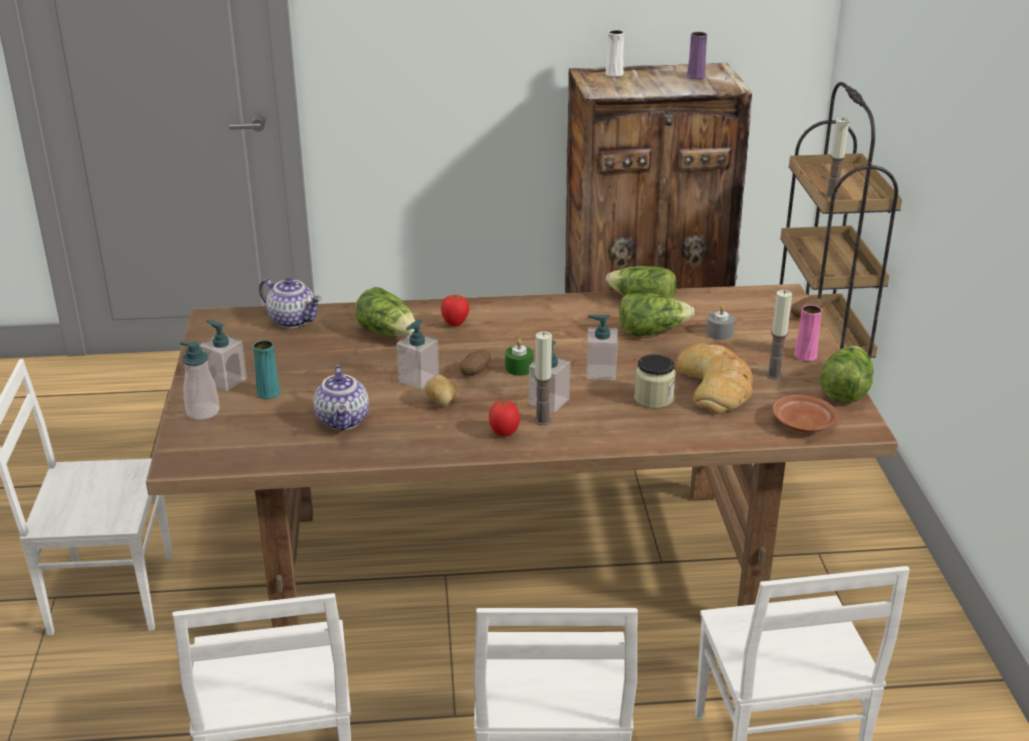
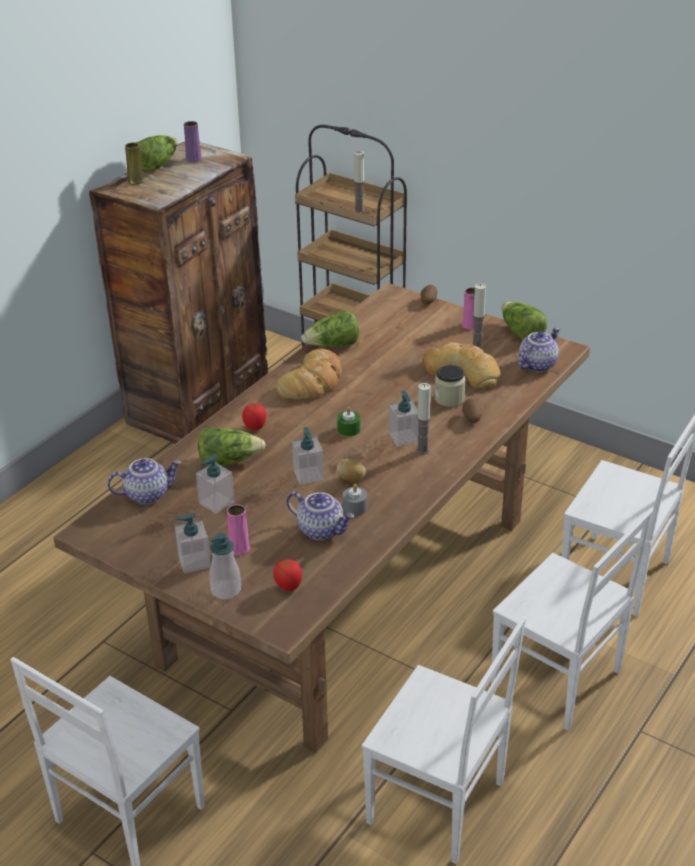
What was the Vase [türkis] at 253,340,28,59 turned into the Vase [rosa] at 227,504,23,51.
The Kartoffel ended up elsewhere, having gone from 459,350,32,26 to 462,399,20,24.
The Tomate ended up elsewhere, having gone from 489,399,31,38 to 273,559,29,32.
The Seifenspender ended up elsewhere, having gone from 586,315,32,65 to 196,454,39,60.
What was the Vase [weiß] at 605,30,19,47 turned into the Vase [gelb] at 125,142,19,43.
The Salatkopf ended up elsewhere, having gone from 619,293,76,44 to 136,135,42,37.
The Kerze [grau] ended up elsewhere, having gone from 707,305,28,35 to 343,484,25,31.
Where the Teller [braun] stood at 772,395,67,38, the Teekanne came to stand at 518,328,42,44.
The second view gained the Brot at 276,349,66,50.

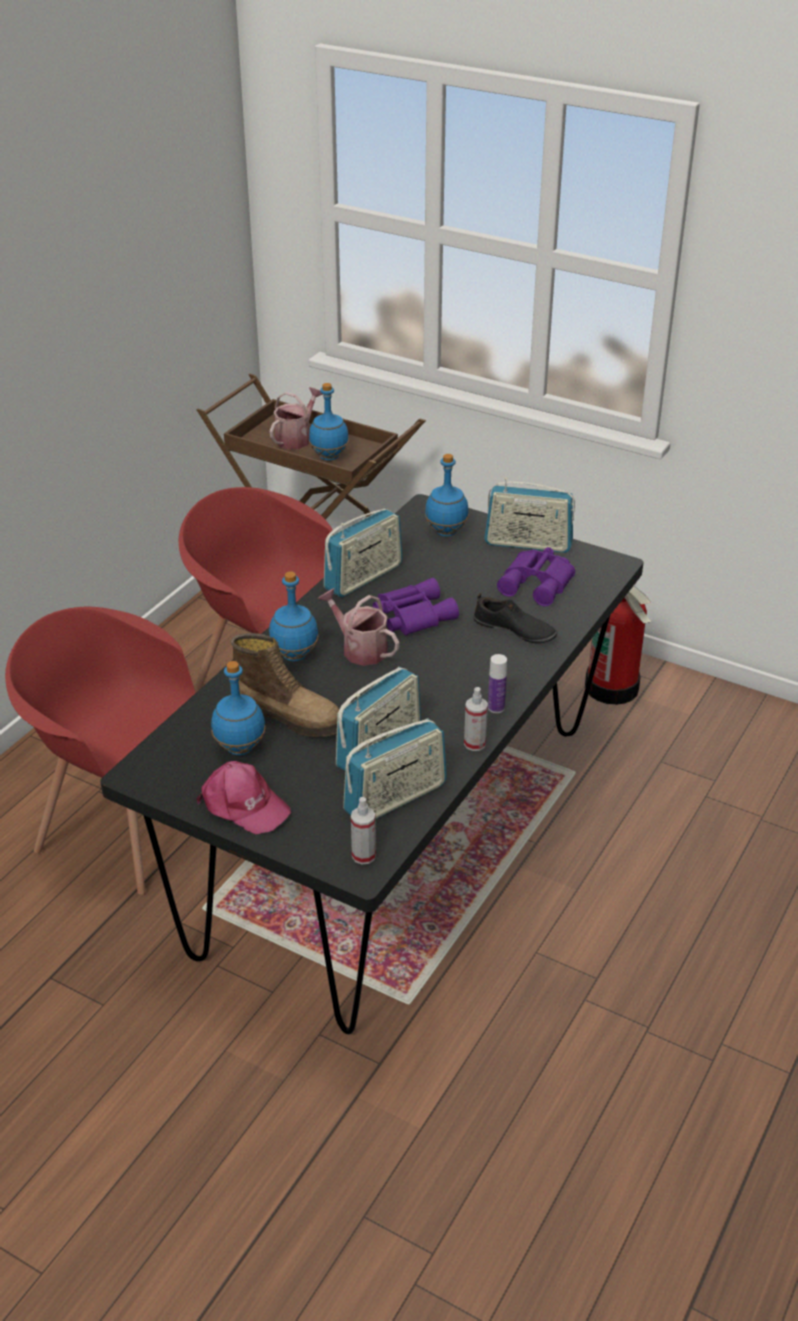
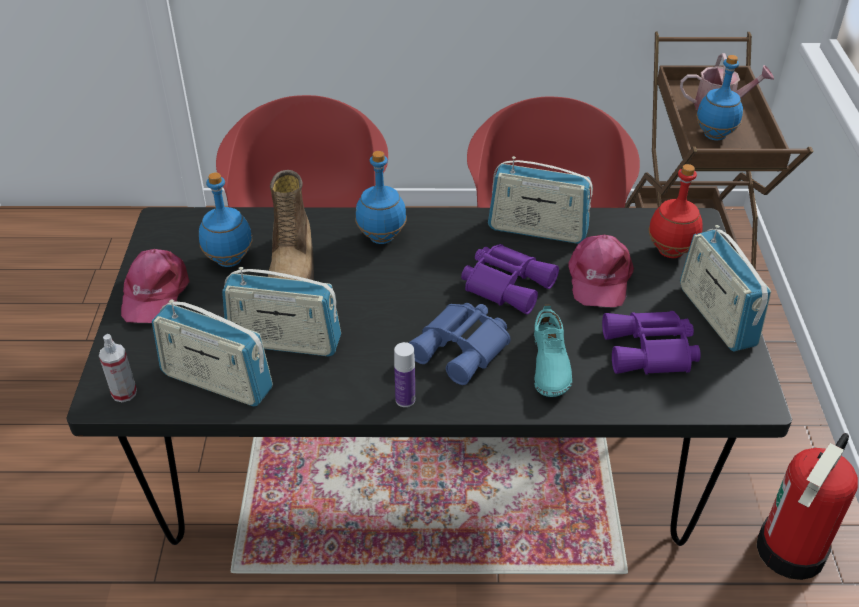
The second view lost the Gießkanne at 318,588,81,78.
What was the Flasche [blau] at 425,454,44,83 turned into the Flasche [rot] at 649,164,54,94.
The second view lost the Sprühflasche at 464,687,24,64.
What was the Schuh [schwarz] at 474,593,83,50 turned into the Schuh [türkis] at 534,304,38,93.
The second view gained the Fernglas [blau] at 409,303,101,82.
The second view gained the Kappe [rosa] at 568,235,66,72.

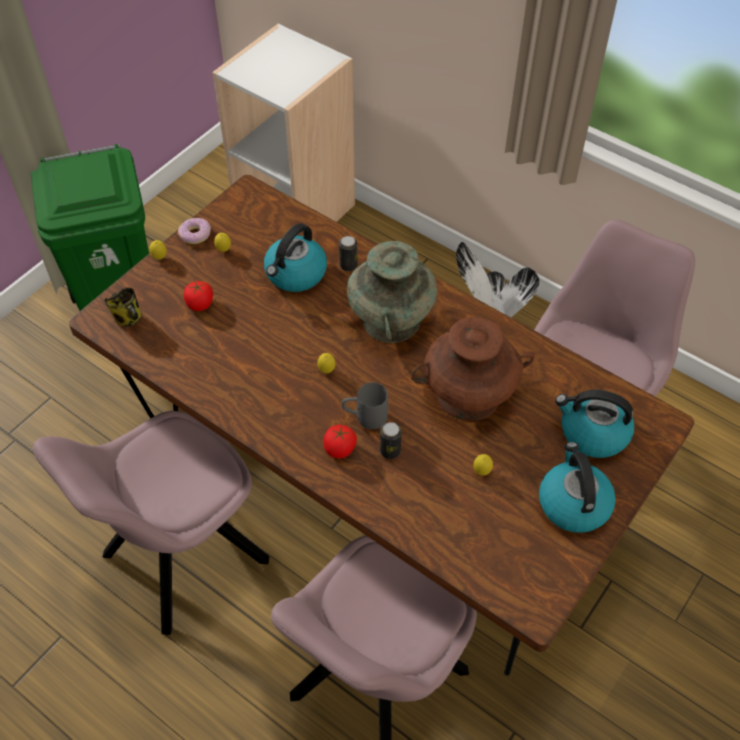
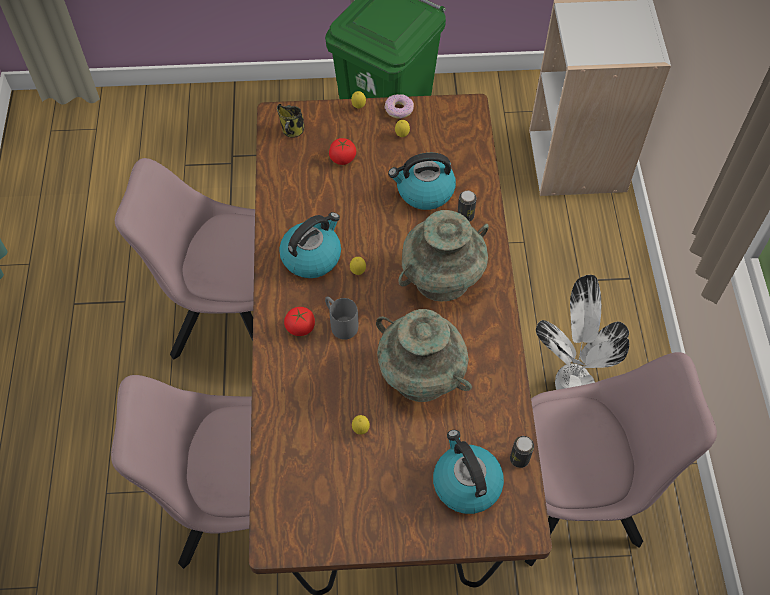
The Dose ended up elsewhere, having gone from 380,422,22,37 to 510,436,24,32.
What was the Vase [braun] at 411,317,124,104 turned into the Vase [türkis] at 376,309,96,93.
The Wasserkessel ended up elsewhere, having gone from 539,442,77,91 to 279,212,62,66.

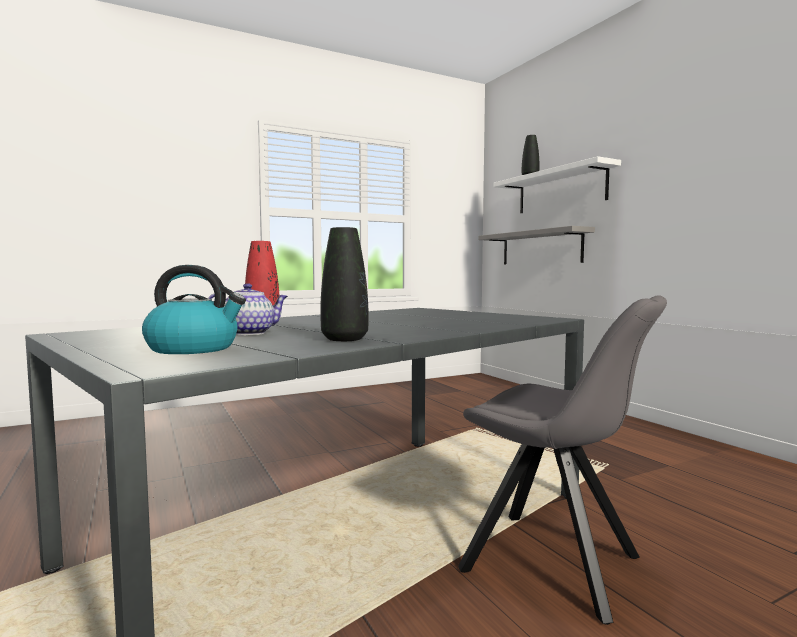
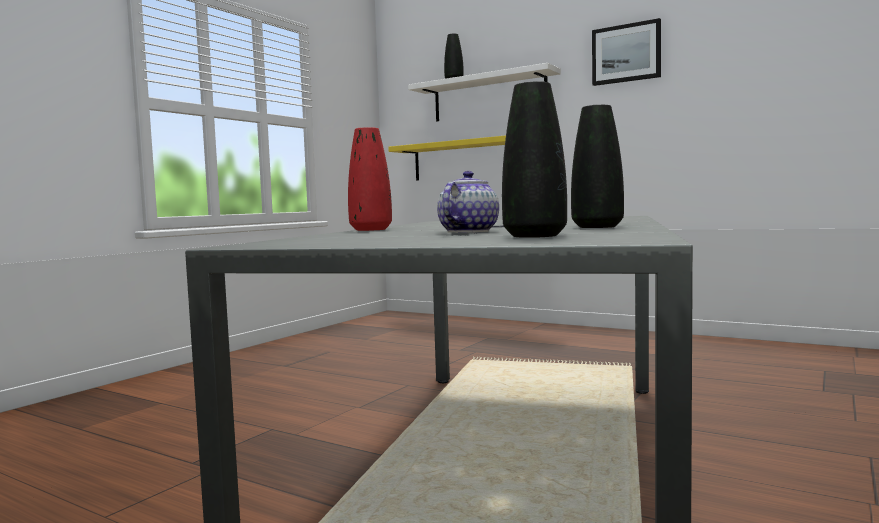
Where the Wasserkessel stood at 142,265,104,89, the Vase [schwarz] came to stand at 502,81,65,157.
The second view lost the Stuhl [grau] at 458,295,209,330.
What was the Wandregal [grau] at 478,226,117,39 turned into the Wandregal [gelb] at 388,135,118,45.
The second view gained the Bild at 592,18,69,68.

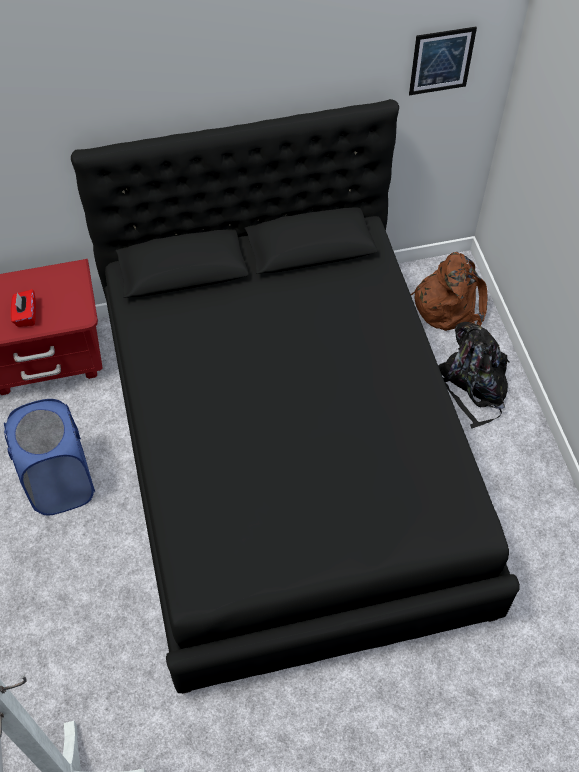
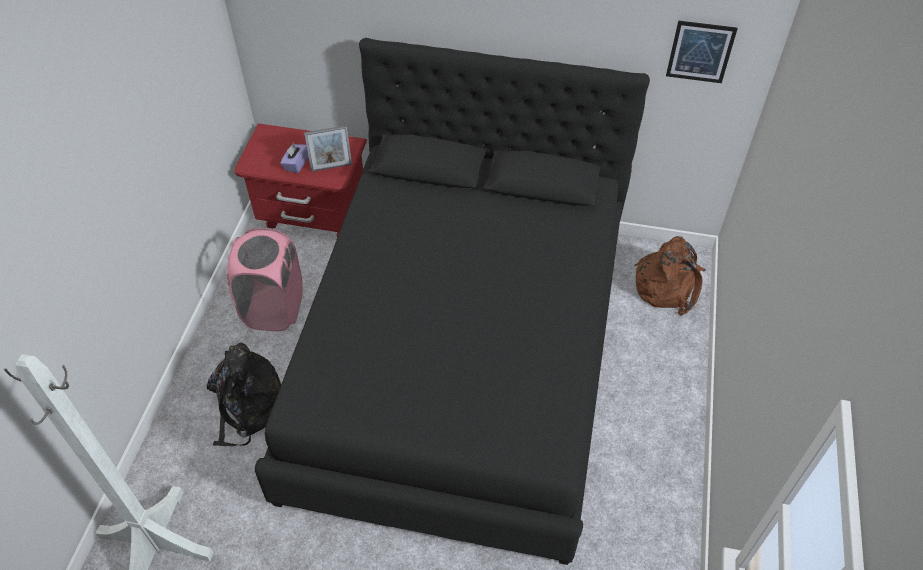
What was the Wäschekorb [blau] at 4,399,91,117 turned into the Wäschekorb [rosa] at 227,228,76,103.
What was the Taschentuchbox [rot] at 11,289,25,38 turned into the Taschentuchbox [lila] at 280,142,28,31.
The Rucksack [schwarz] ended up elsewhere, having gone from 438,322,72,106 to 207,343,74,103.
The second view gained the Bilderrahmen at 304,125,48,47.

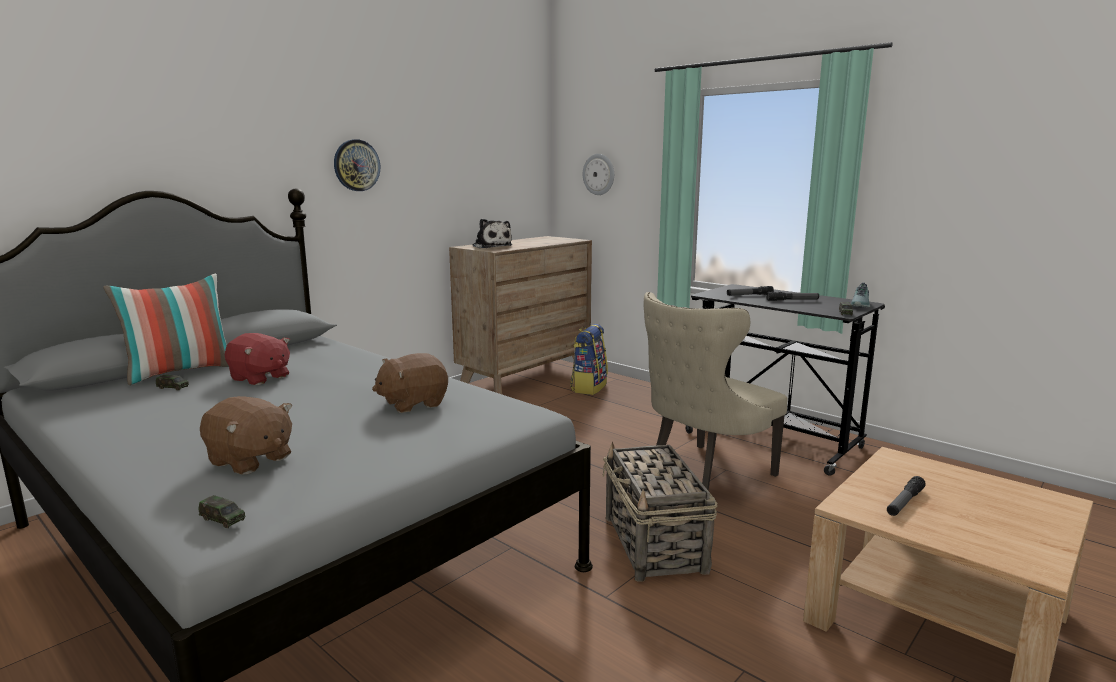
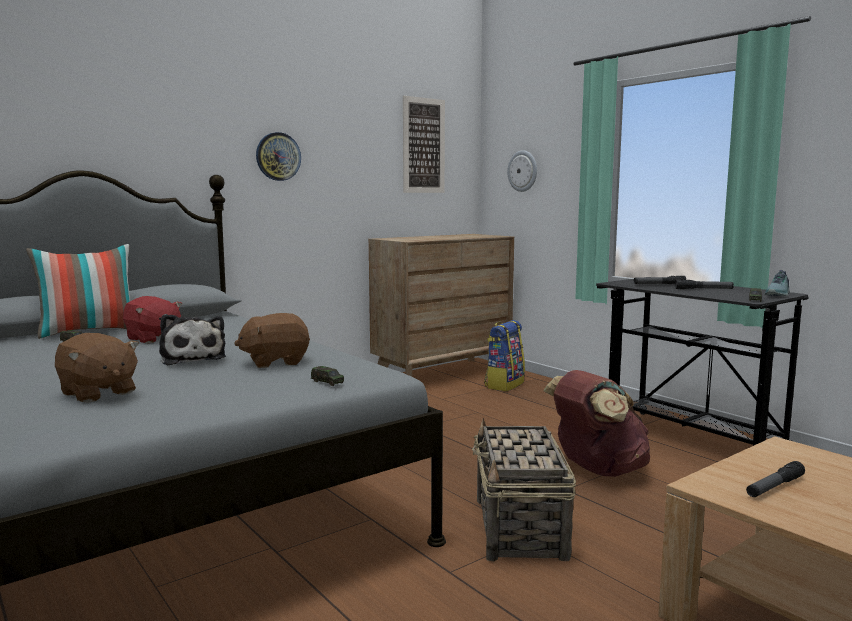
The Spielzeugauto ended up elsewhere, having gone from 198,495,47,33 to 311,366,33,20.
The Plüschtier ended up elsewhere, having gone from 472,218,41,30 to 159,314,67,51.
Where the Stuhl [beige] stood at 644,292,143,198, the Rucksack [braun] came to stand at 543,370,107,107.
The second view gained the Bild at 403,96,42,97.

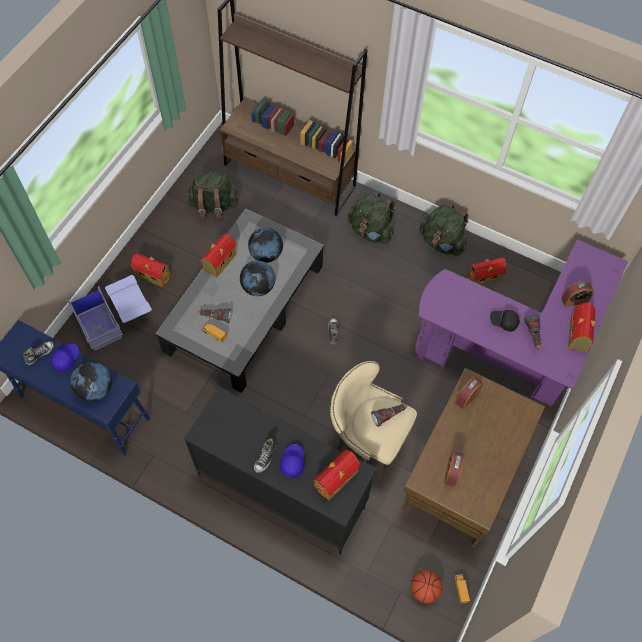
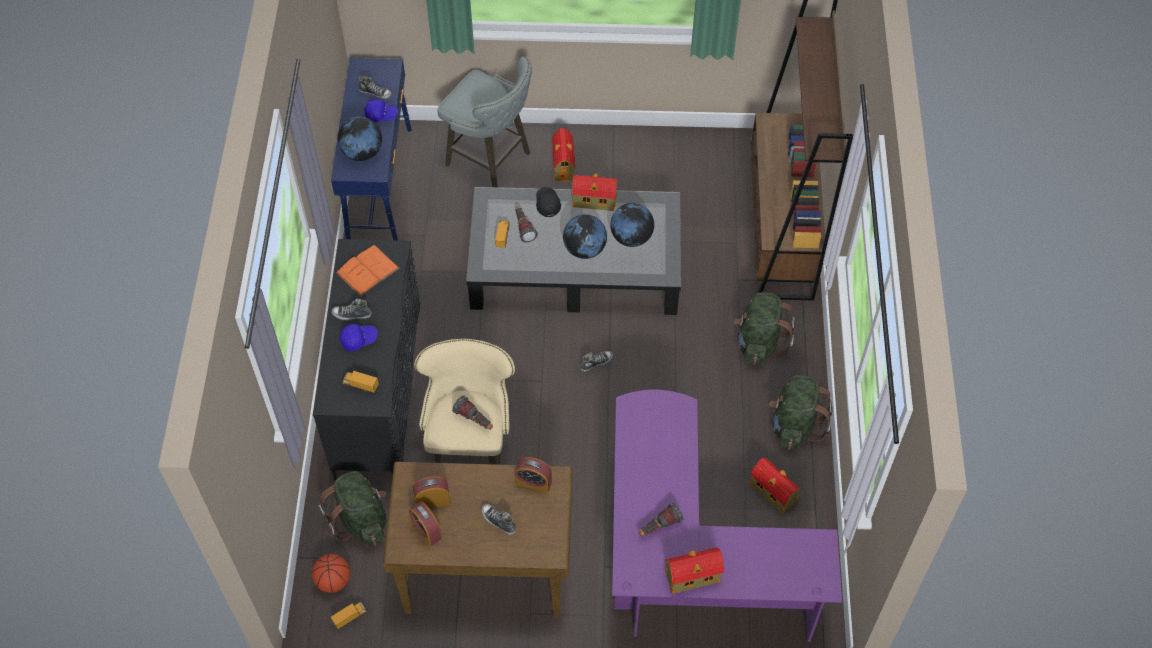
Where the Aufbewahrungsbox [blau] stood at 67,275,85,76, the Hocker [grau] came to stand at 437,56,95,131.
The Rucksack [grün] ended up elsewhere, having gone from 186,172,52,48 to 319,471,68,77.
Where the Spielzeughaus stood at 313,450,47,50, the Spielzeuglaster came to stand at 342,371,37,22.
The Kappe [schwarz] ended up elsewhere, having gone from 490,310,30,22 to 536,187,25,30.
The Wecker ended up elsewhere, having gone from 561,281,33,26 to 409,502,33,44.
The second view gained the Buch [orange] at 336,245,64,52.
The second view gained the Schuh at 481,504,35,31.

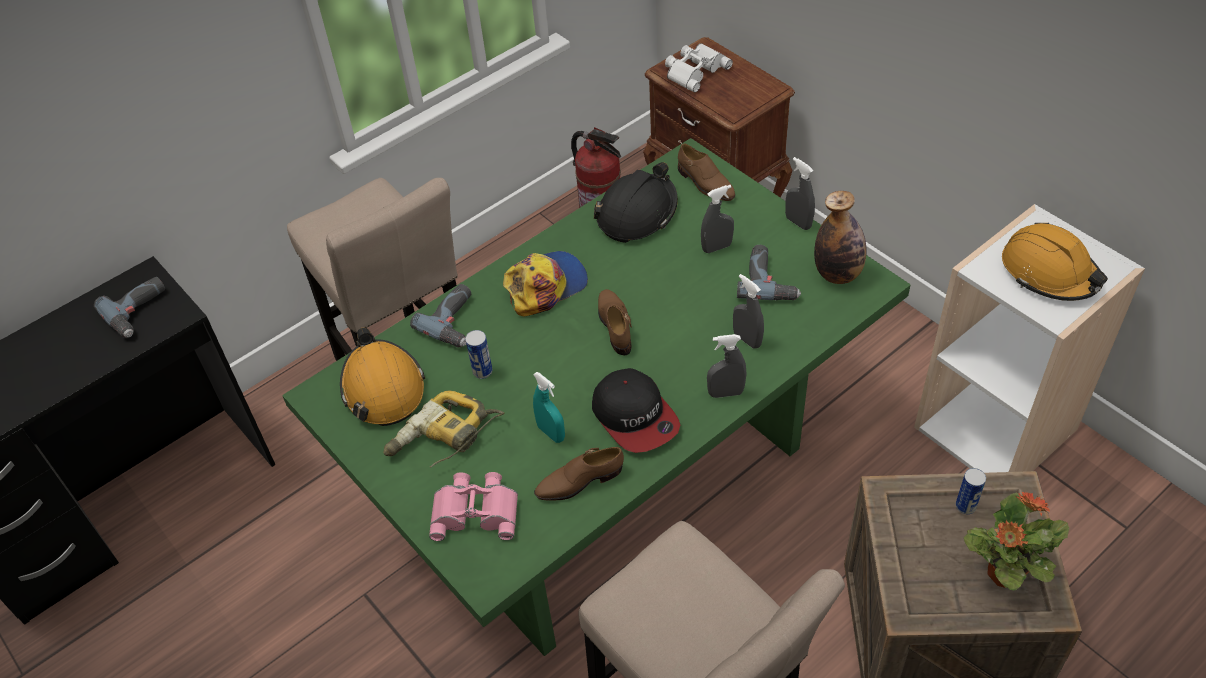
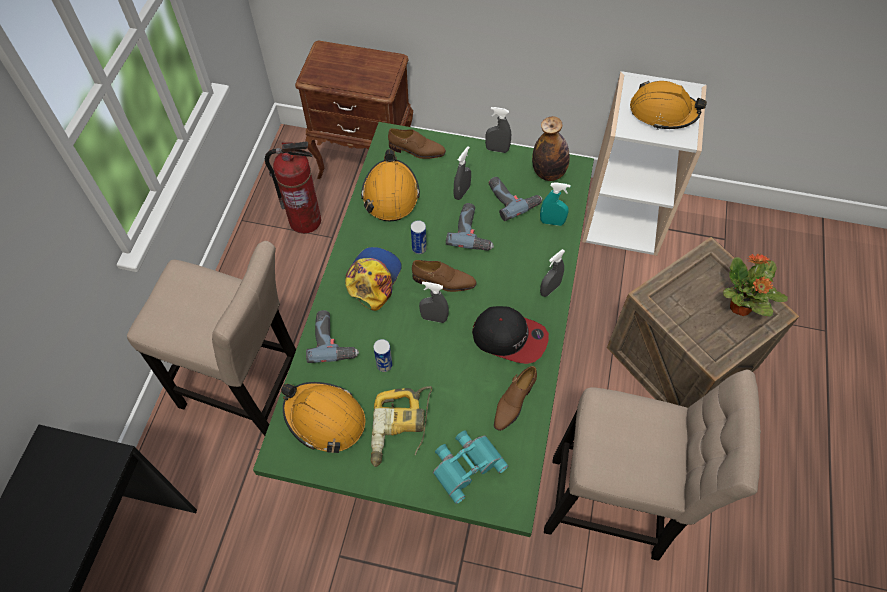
The Bohrmaschine ended up elsewhere, having gone from 94,277,71,61 to 446,203,48,48.
What was the Fernglas [rosa] at 429,472,89,69 turned into the Fernglas [türkis] at 433,430,75,74.
The Sprühflasche [türkis] ended up elsewhere, having gone from 533,372,32,71 to 540,182,31,44.
What was the Schutzhelm [schwarz] at 594,162,84,81 turned into the Schutzhelm [orange] at 361,149,59,72.
The Schuh [braun] at 598,289,34,66 ended up facing another way, 150 degrees clockwise from before.
The second view lost the Fernglas [weiß] at 665,43,68,50.
The Sprühflasche [grau] ended up elsewhere, having gone from 733,274,31,75 to 419,281,30,42.
The Dose ended up elsewhere, having gone from 956,468,30,46 to 411,220,16,34.

